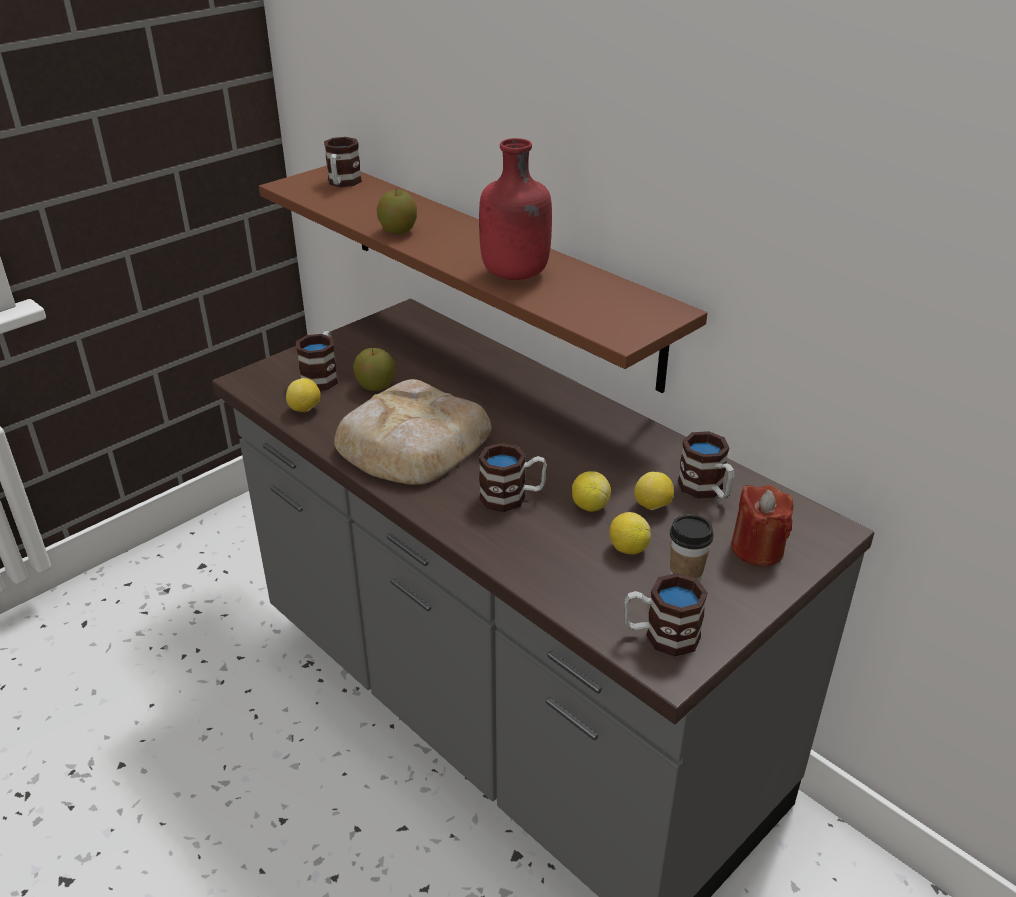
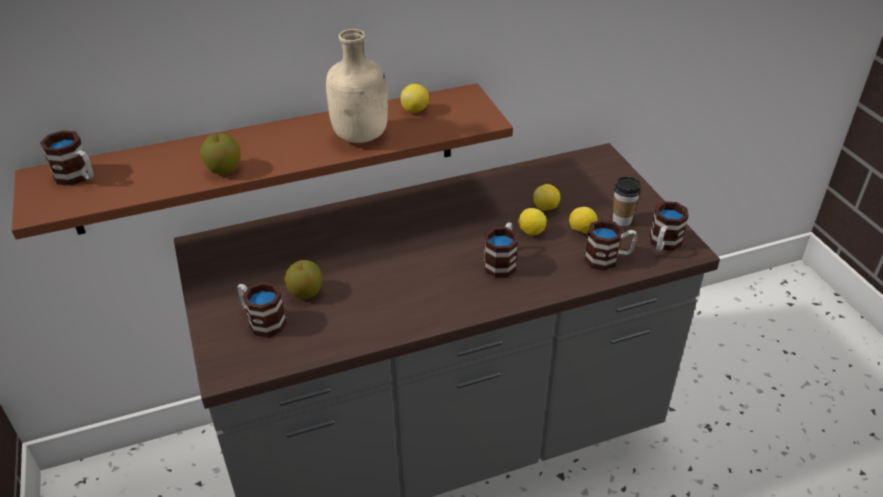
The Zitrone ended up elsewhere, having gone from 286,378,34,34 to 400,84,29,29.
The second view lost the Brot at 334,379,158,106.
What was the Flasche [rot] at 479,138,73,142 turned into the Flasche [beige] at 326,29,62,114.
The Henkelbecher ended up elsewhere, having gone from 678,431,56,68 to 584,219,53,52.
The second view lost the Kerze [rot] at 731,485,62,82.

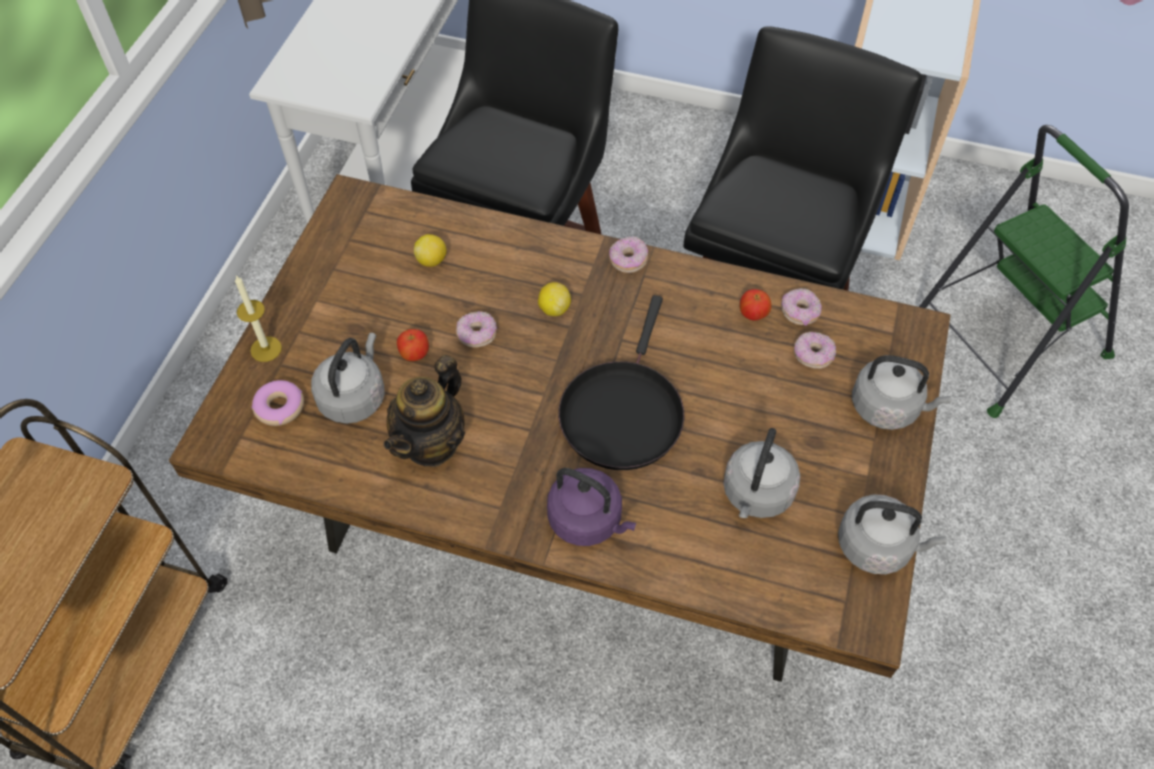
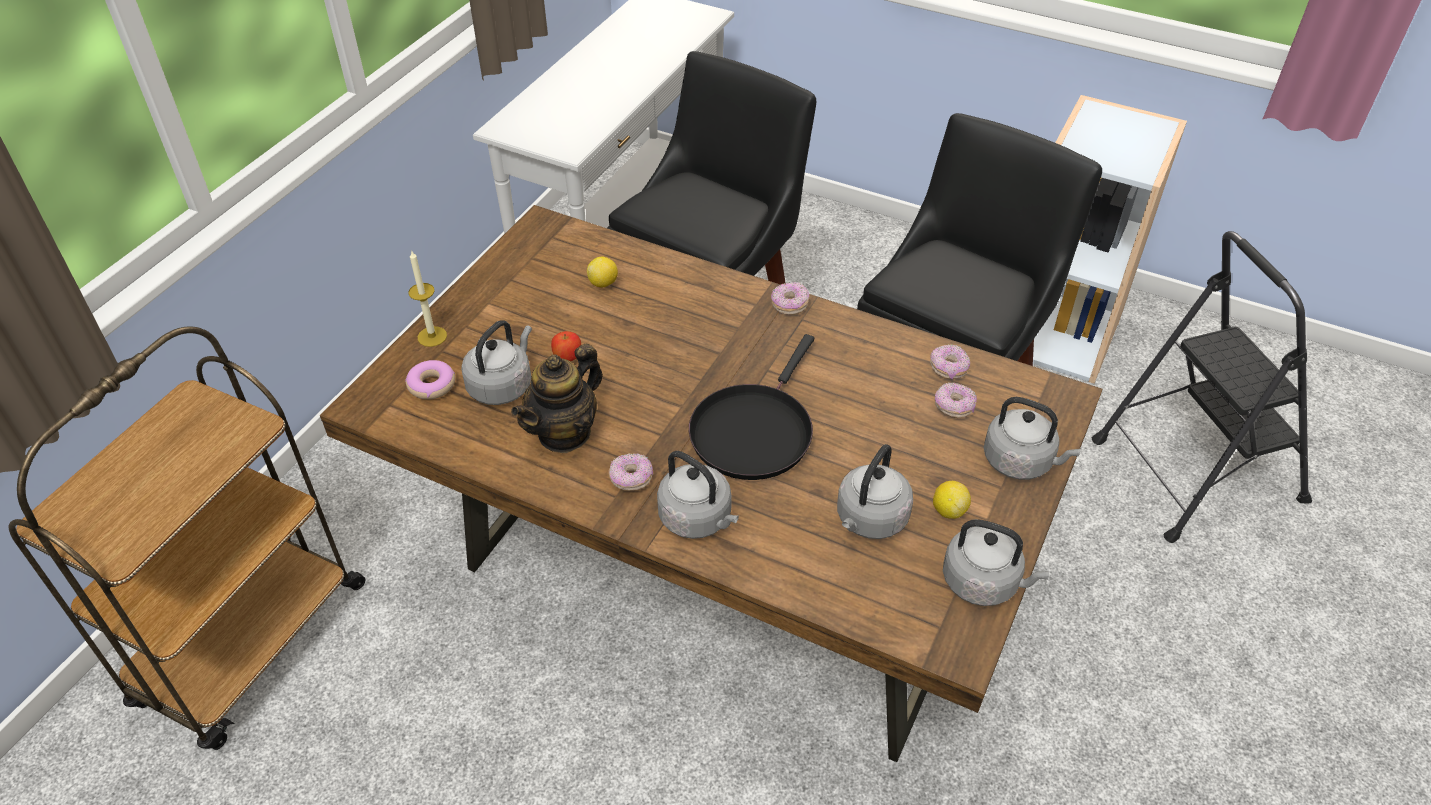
The Donut ended up elsewhere, having gone from 456,311,41,37 to 609,453,44,38.
The Zitrone ended up elsewhere, having gone from 538,282,33,34 to 933,481,38,38.
What was the Wasserkessel [lila] at 547,468,89,78 turned into the Wasserkessel [grau] at 657,451,82,88.
The second view lost the Apfel at 740,289,32,32.
What was the Trittleiter [grün] at 919,125,210,293 turned into the Trittleiter [schwarz] at 1092,231,220,312.

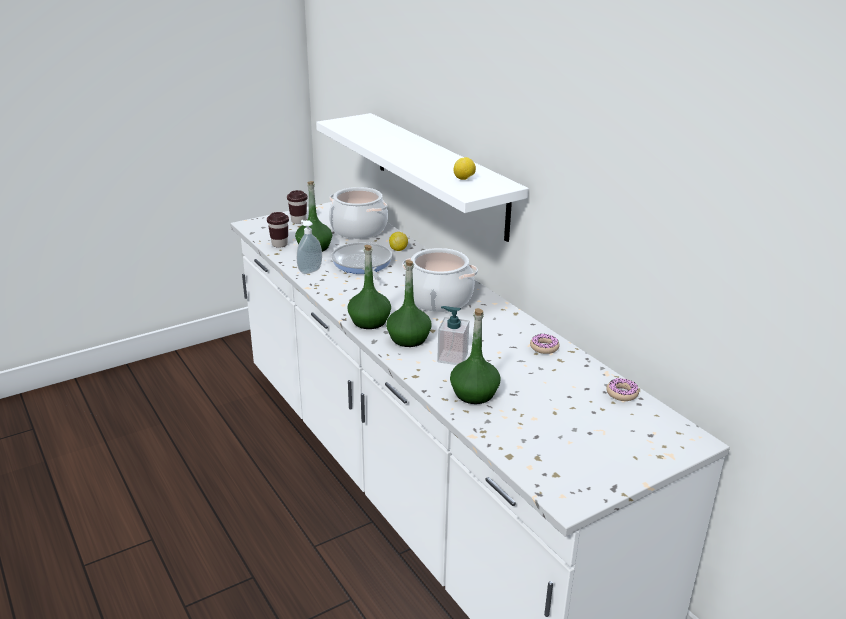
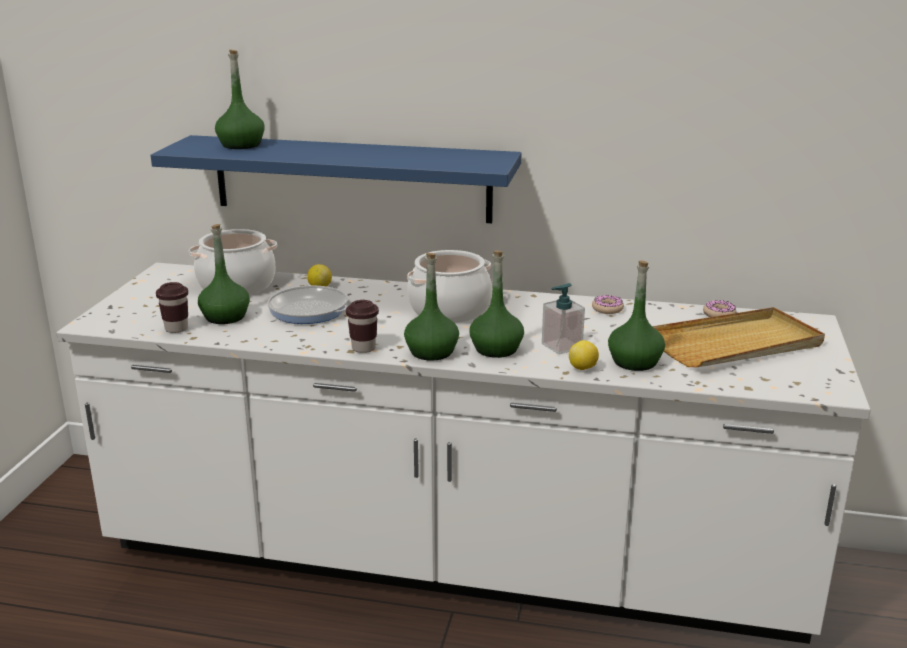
The Tasse [braun] ended up elsewhere, having gone from 287,190,20,34 to 346,300,33,53.
The second view lost the Seifenspender at 297,220,25,54.
What was the Wandregal [weiß] at 316,113,213,129 turned into the Wandregal [blau] at 151,135,371,88.
The Zitrone ended up elsewhere, having gone from 453,157,23,23 to 569,340,30,30.
The second view gained the Flasche [grün] at 215,50,50,99.
The second view gained the Tablett [beige] at 652,307,173,60.

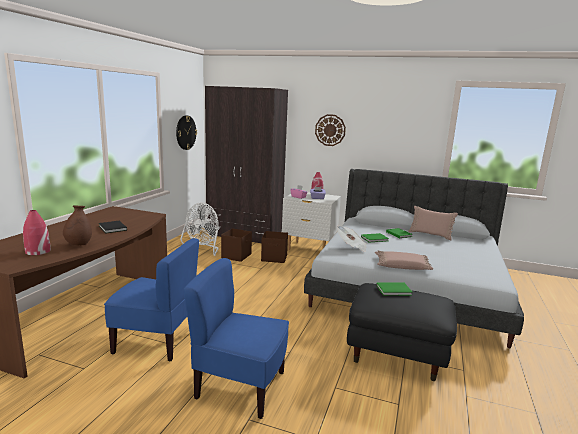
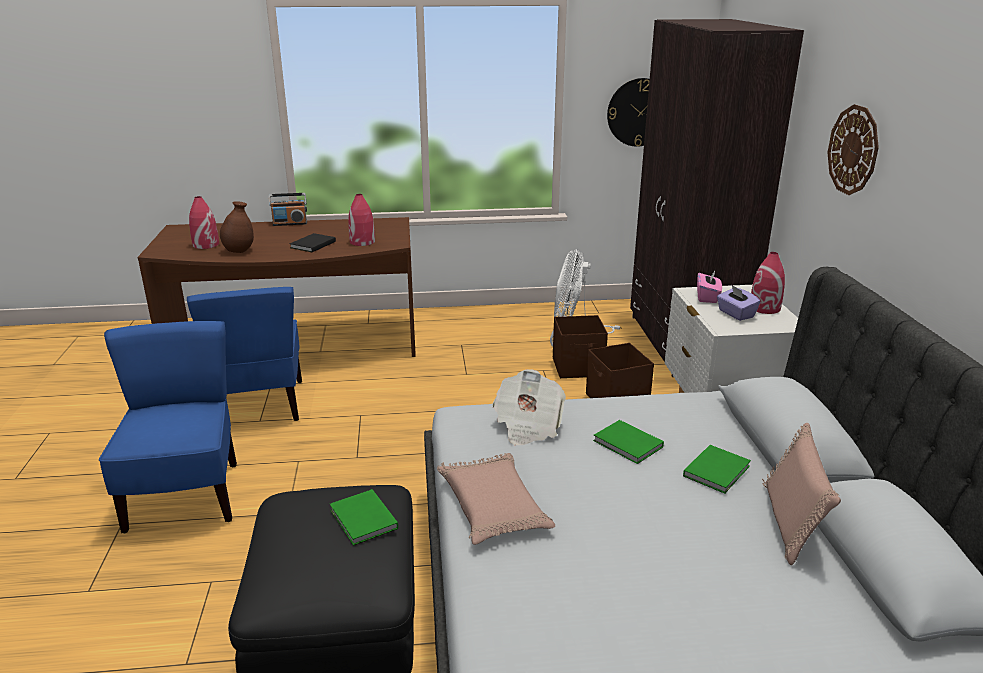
The second view gained the Radio at 269,193,38,33.
The second view gained the Vase [rot] at 348,194,27,52.

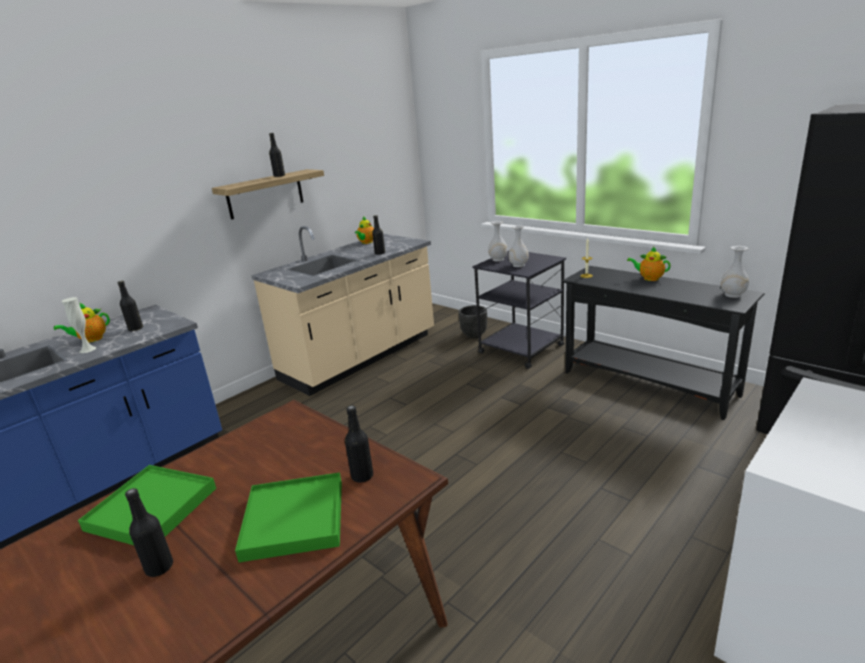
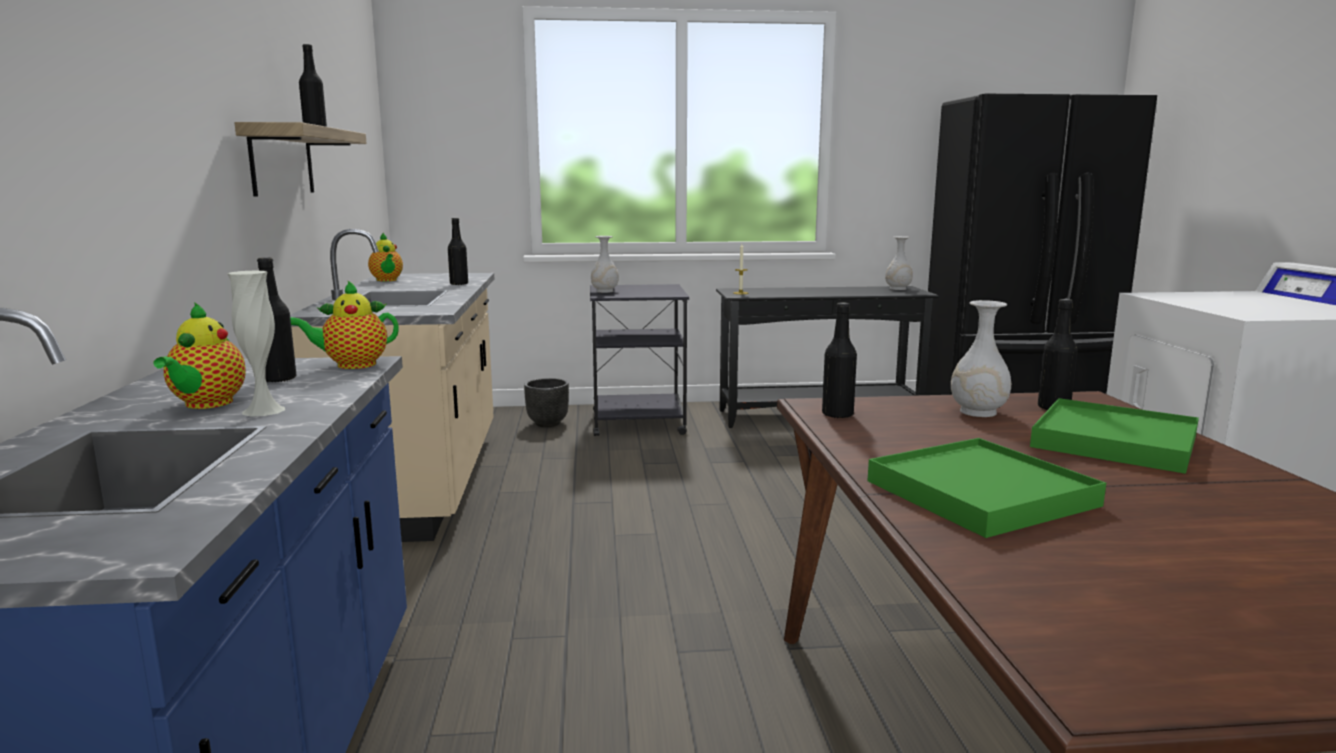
The Flasche [schwarz] ended up elsewhere, having gone from 125,488,48,89 to 822,302,35,116.
The Vase [weiß] ended up elsewhere, having gone from 508,225,21,42 to 951,300,60,117.
The Teekanne ended up elsewhere, having gone from 627,247,44,34 to 290,280,109,89.

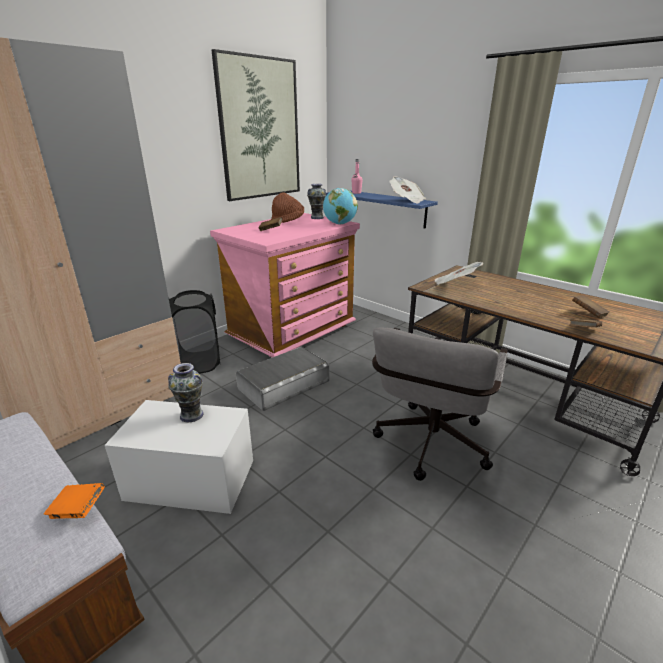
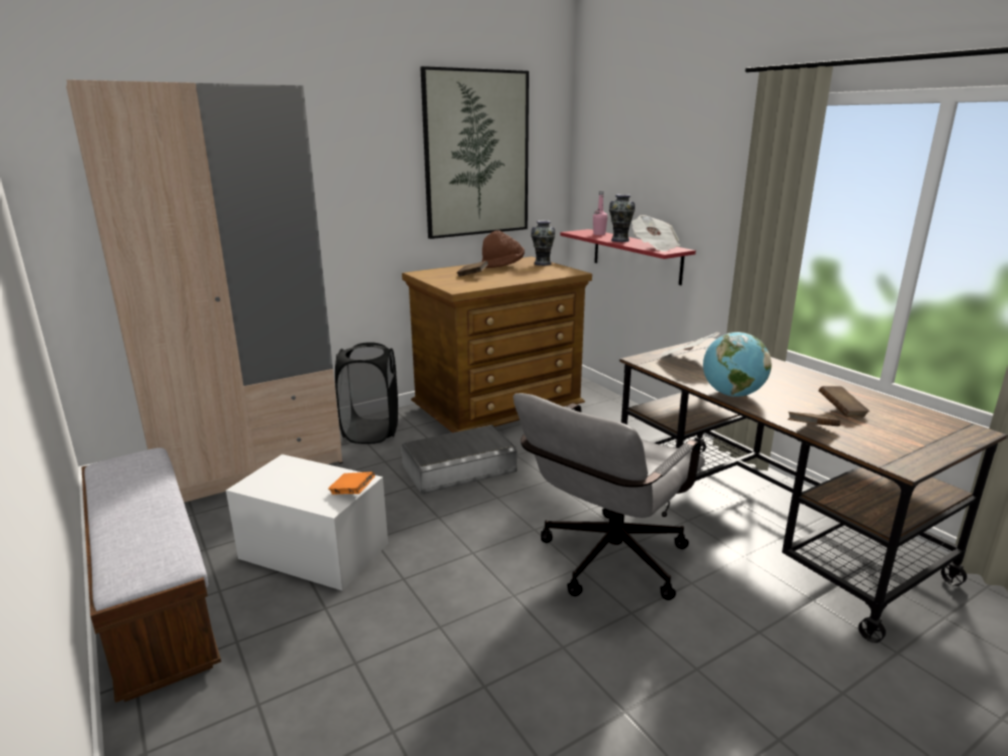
The Buch [orange] ended up elsewhere, having gone from 44,483,61,36 to 328,472,47,23.
The Vase ended up elsewhere, having gone from 168,363,36,59 to 609,194,26,48.
What was the Kommode [rosa] at 210,213,150,144 turned into the Kommode [braun] at 402,256,190,177.
The Globus ended up elsewhere, having gone from 323,188,35,36 to 703,332,68,65.
What was the Wandregal [blau] at 326,191,112,38 turned into the Wandregal [rot] at 560,229,136,56.

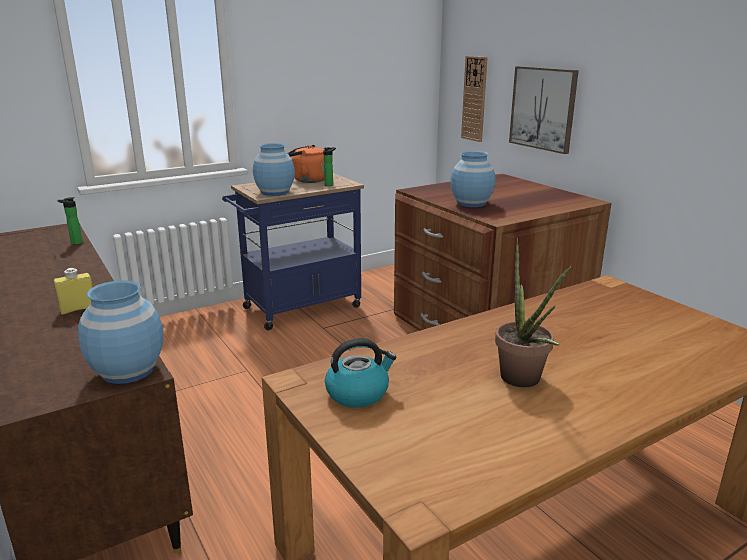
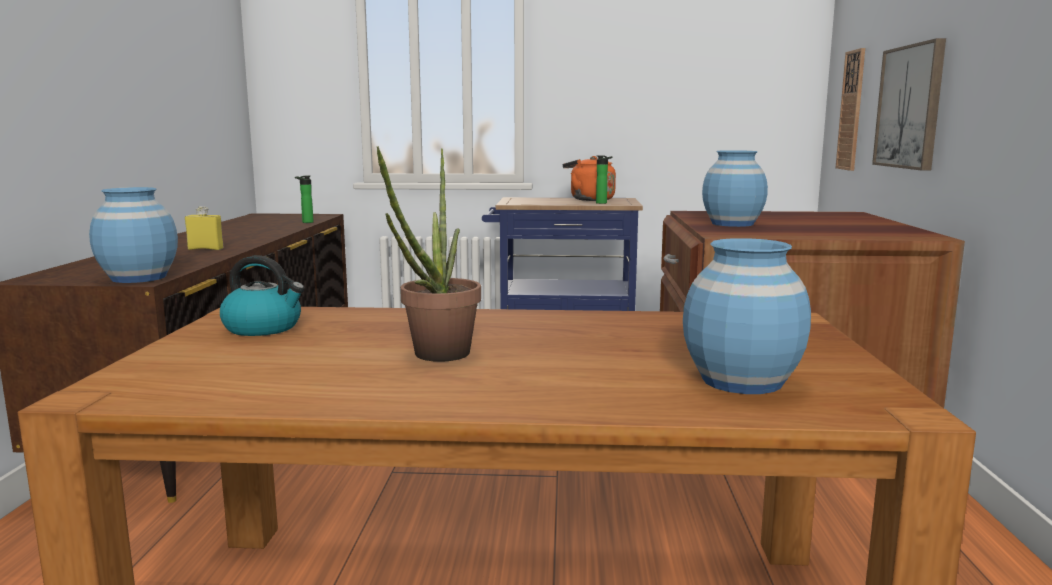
The Vase [blau] ended up elsewhere, having gone from 253,143,42,53 to 683,238,128,156.

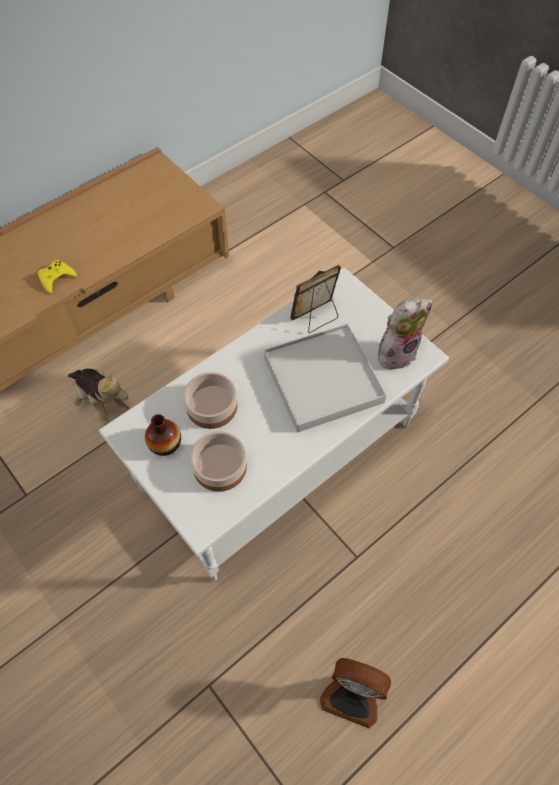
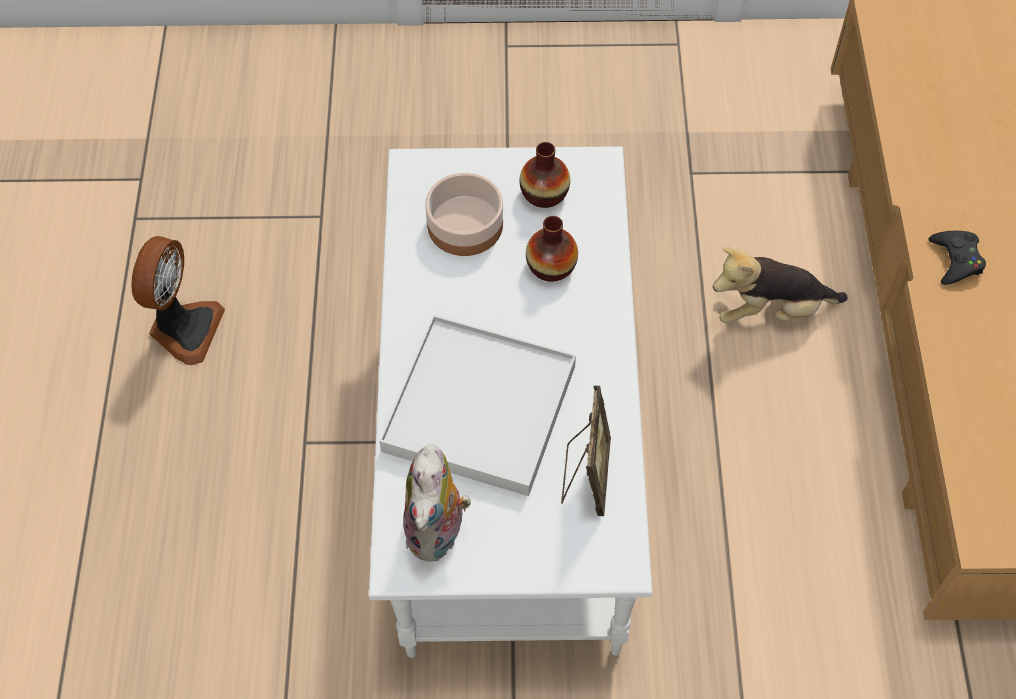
What was the Gamepad [gelb] at 38,260,39,34 turned into the Gamepad [schwarz] at 928,231,58,54.
Where the Schüssel stood at 184,372,53,57, the Vase came to stand at 526,216,52,66.
The Ventilator at 320,658,71,70 ended up facing another way, 135 degrees clockwise from before.

